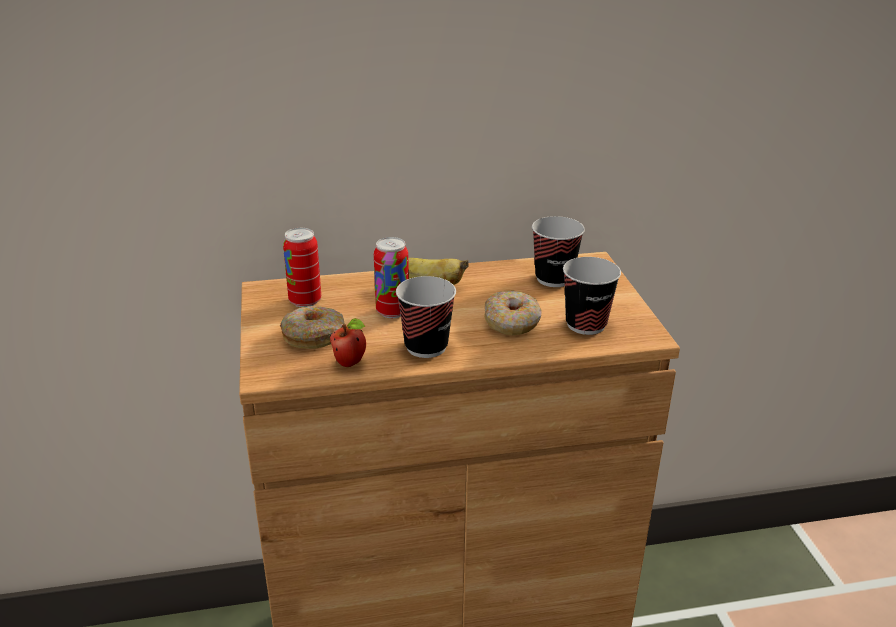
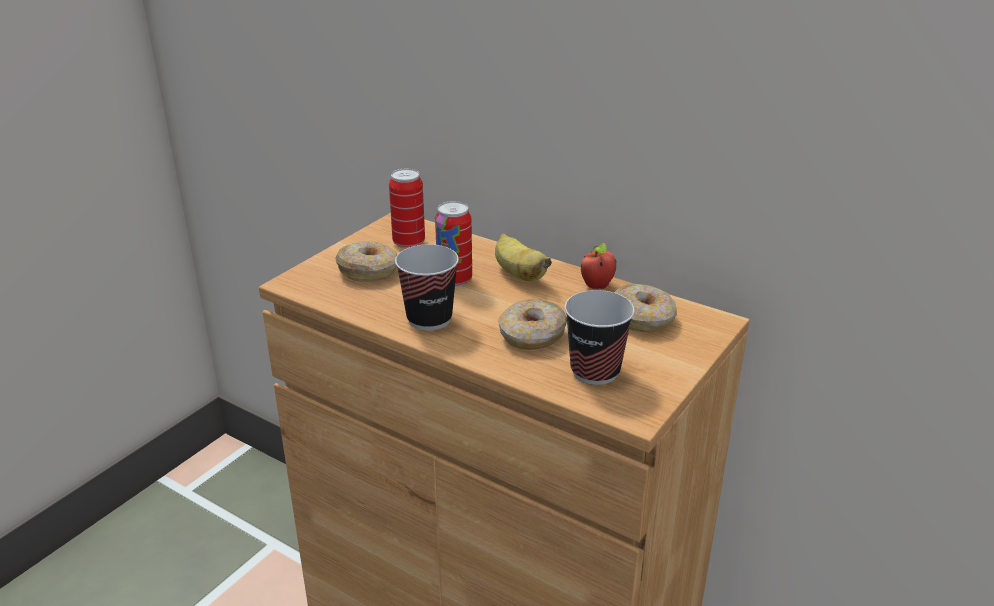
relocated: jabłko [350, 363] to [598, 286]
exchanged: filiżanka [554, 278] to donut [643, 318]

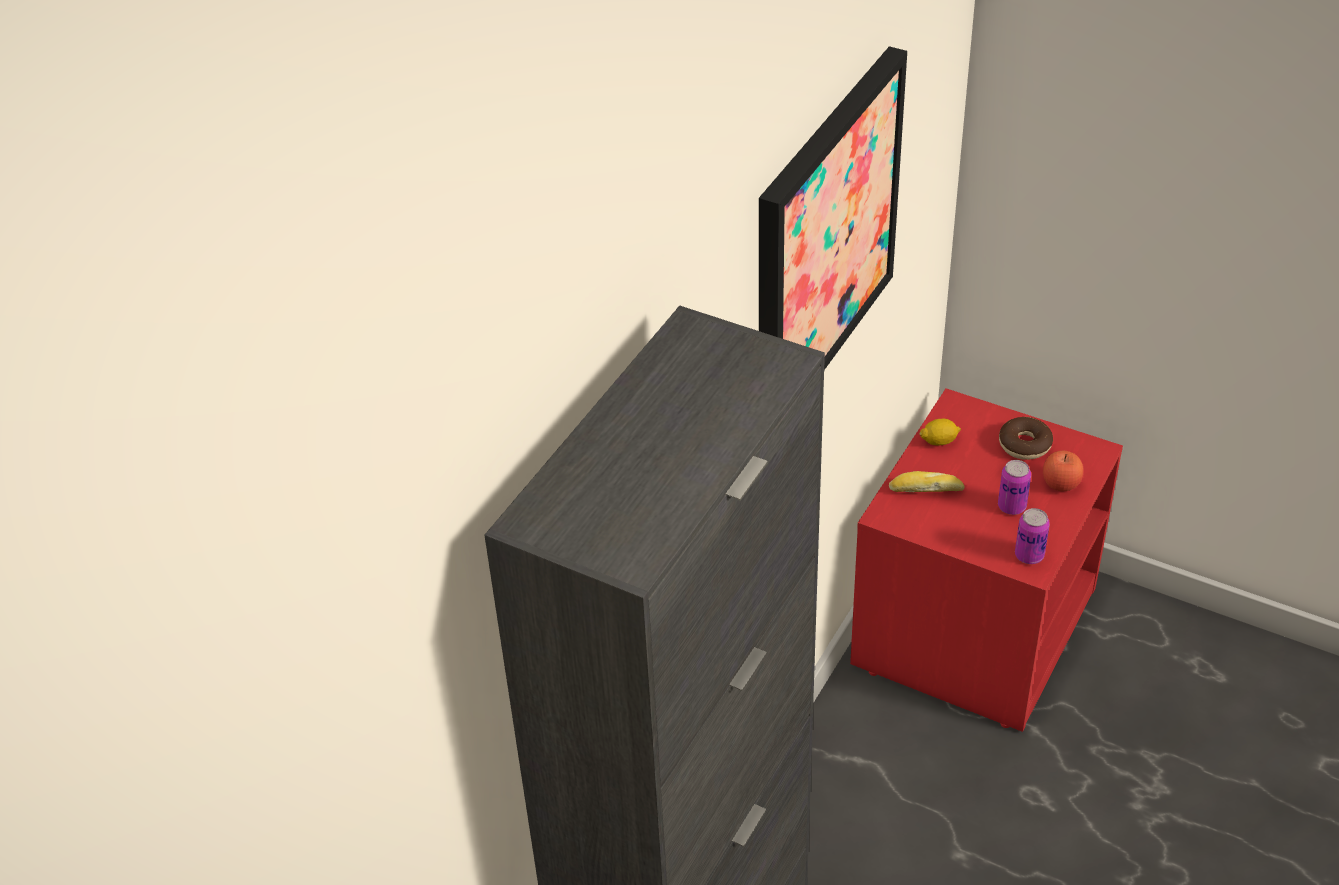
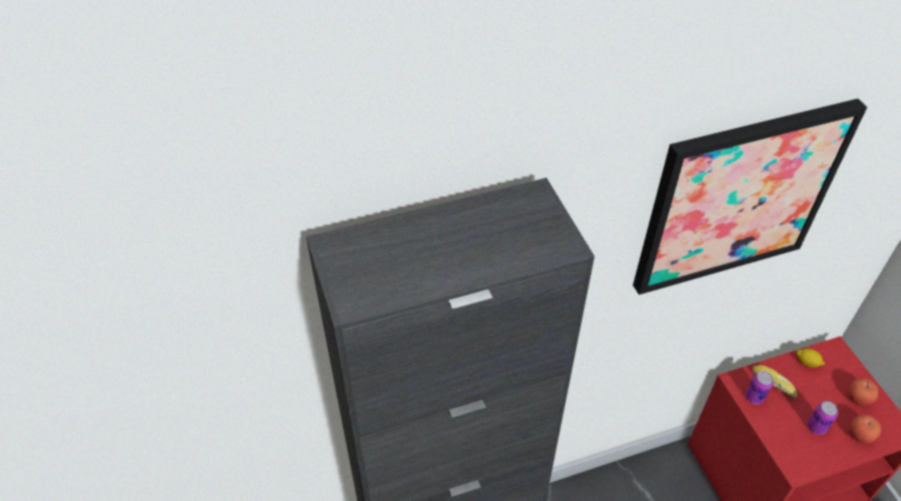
relocated: puszka [1029, 555] to [754, 397]
exchanged: donut [1024, 445] to jabłko [858, 398]

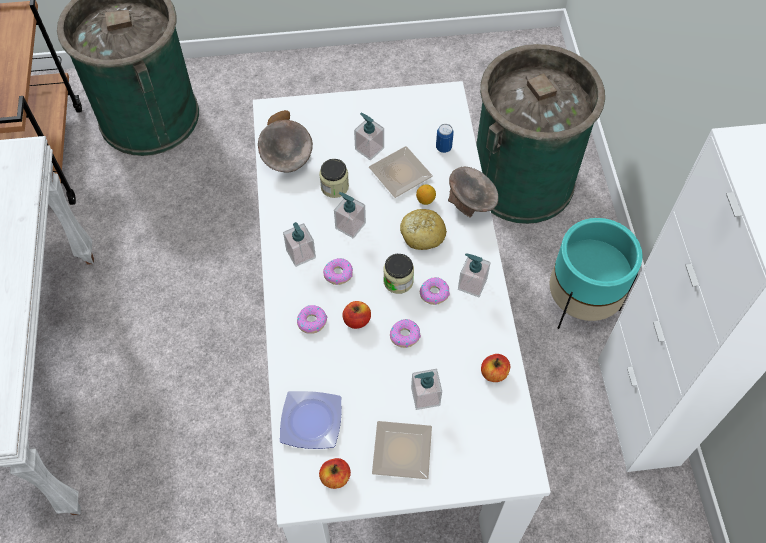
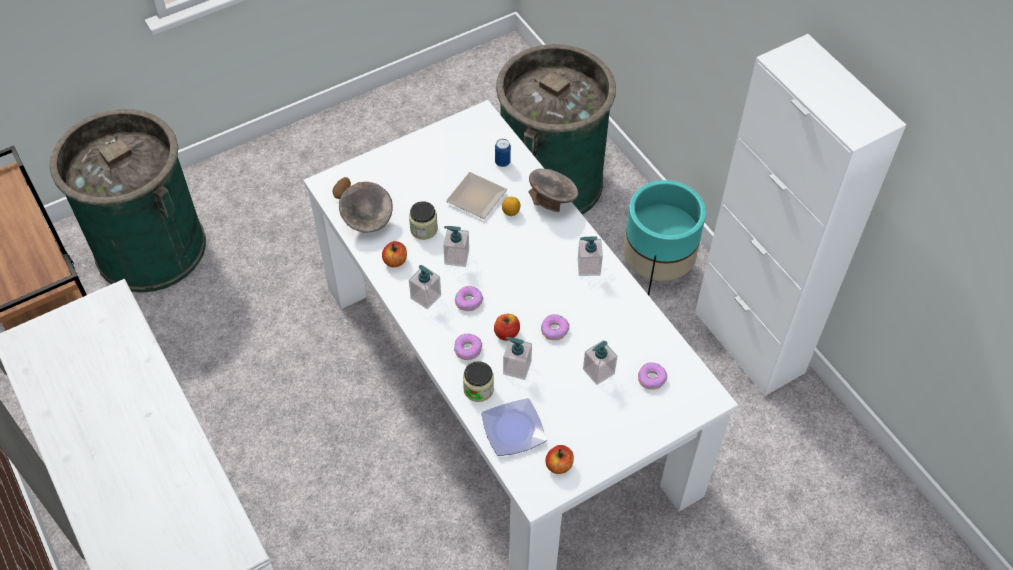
missing: chleb [422, 234]; talerz [404, 453]
relocated: dozownik mydła [369, 148] to [517, 368]; słoik [398, 281] to [478, 389]; donut [434, 293] to [651, 378]; jabłko [494, 373] to [395, 261]

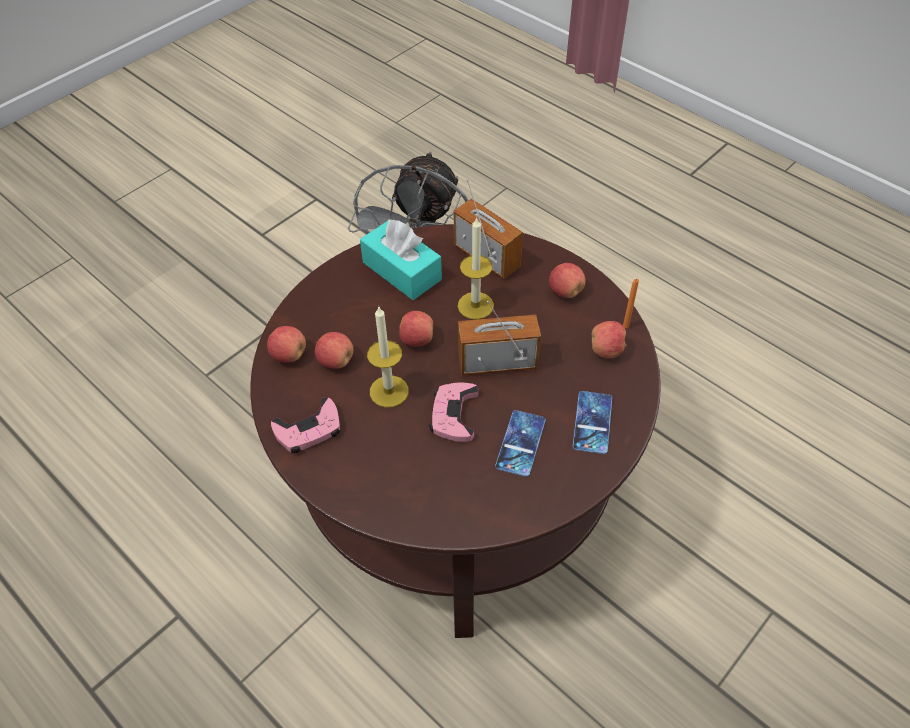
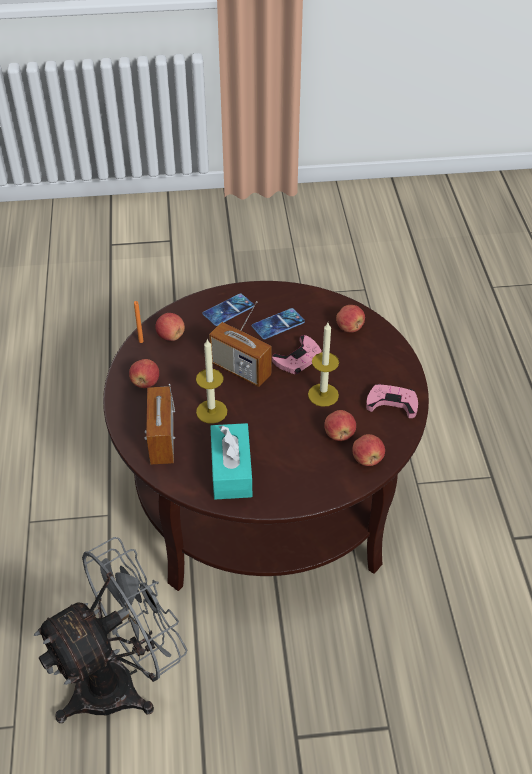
relocated: jabłko [416, 339] to [350, 328]

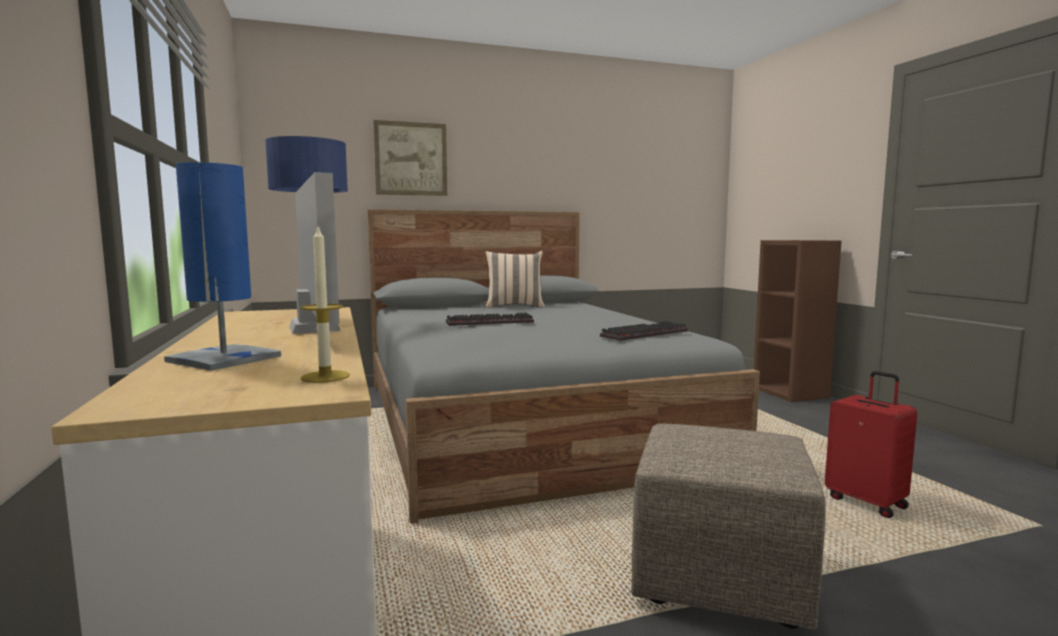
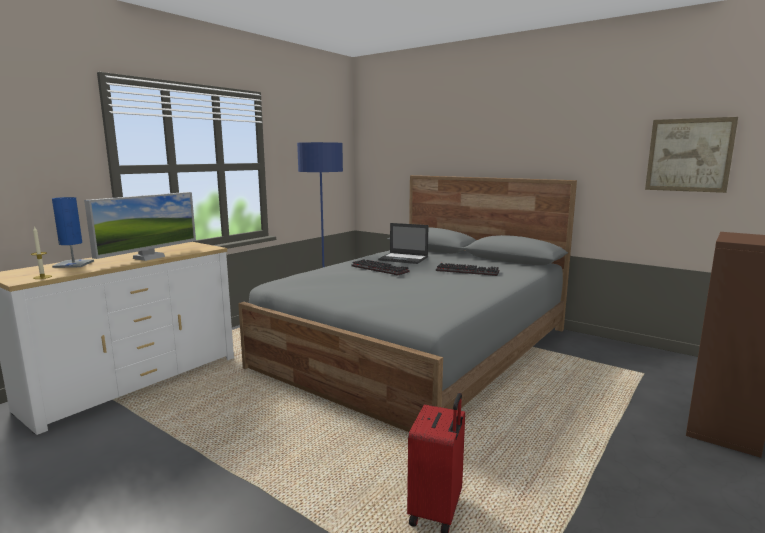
missing: poduszka (beżowy) [514, 306]; pufa (beżowy) [716, 577]
appeared: laptop [404, 259]
relocated: obraz [411, 159] to [689, 155]; klawiatura [644, 333] to [468, 271]

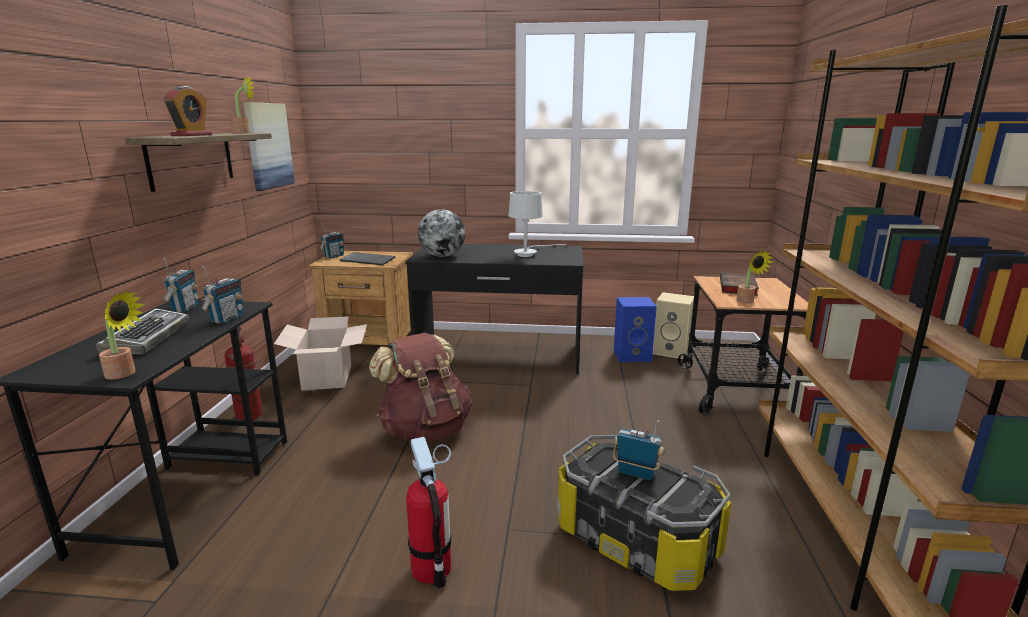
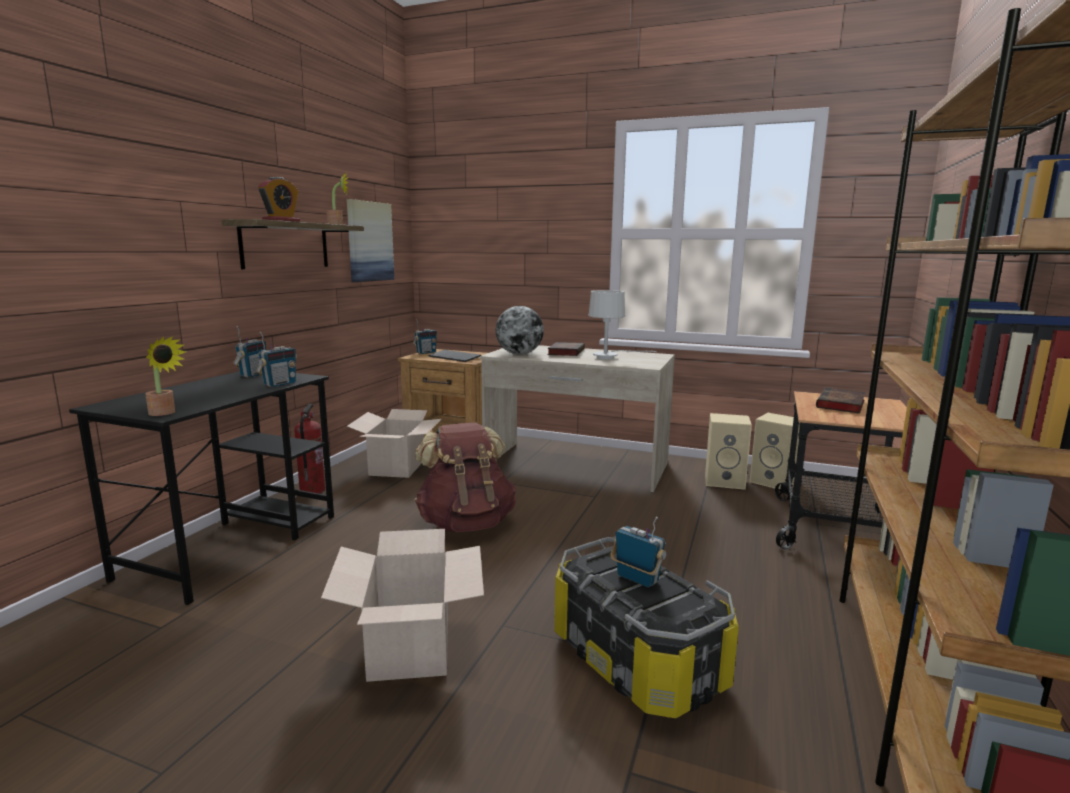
missing: roślina doniczkowa [747, 302]; klawiatura [148, 338]
appeared: książka [566, 352]
exchanged: gaśnica [432, 568] to karton [409, 646]
colour: biurko (czarny) [499, 355] to biurko (beżowy) [575, 465]; głośnik (niebieski) [633, 355] to głośnik (beżowy) [725, 481]

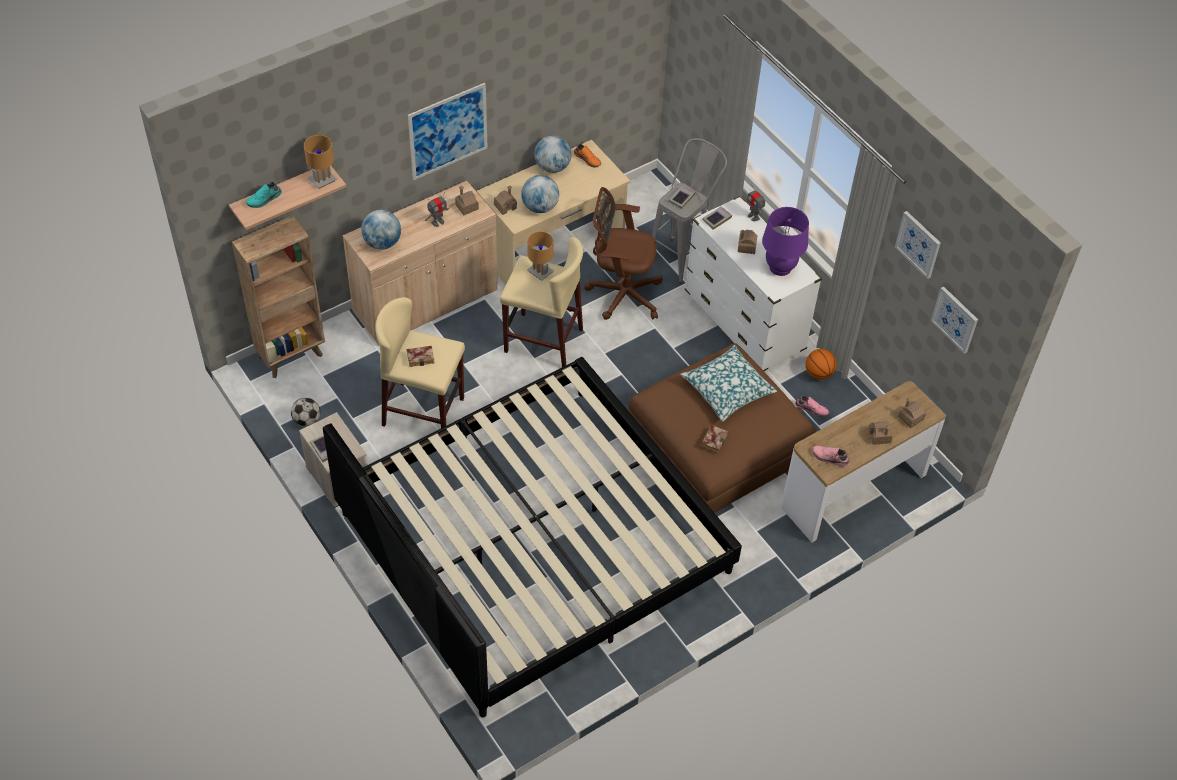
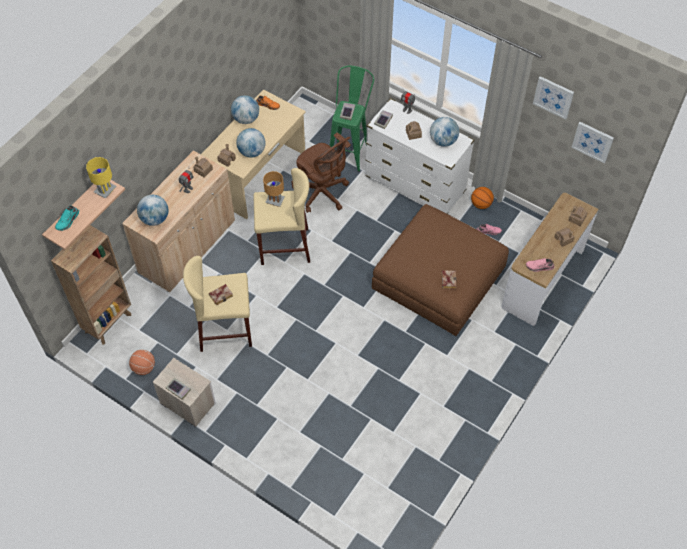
missing: obraz [448, 131]; poduszka [727, 389]; łóżko [534, 542]
exchanged: lampa stołowa (fioletowy) [780, 267] to globus [443, 141]; piłka futbolowa [307, 420] to piłka do koszykówki [143, 368]
colour: lampa stołowa (brązowy) [323, 180] to lampa stołowa (żółty) [105, 190]; stołek (szary) [682, 255] to stołek (zielony) [350, 151]
spun: krzesło biurowe (brązowy) [621, 294] = [322, 193] 120 degrees counterclockwise

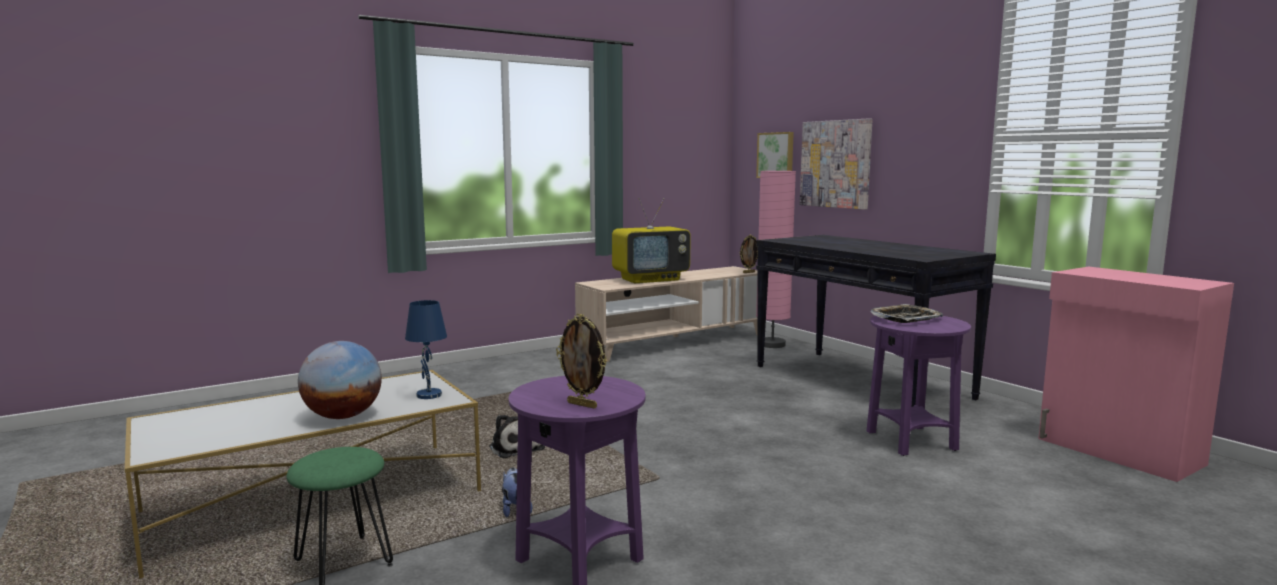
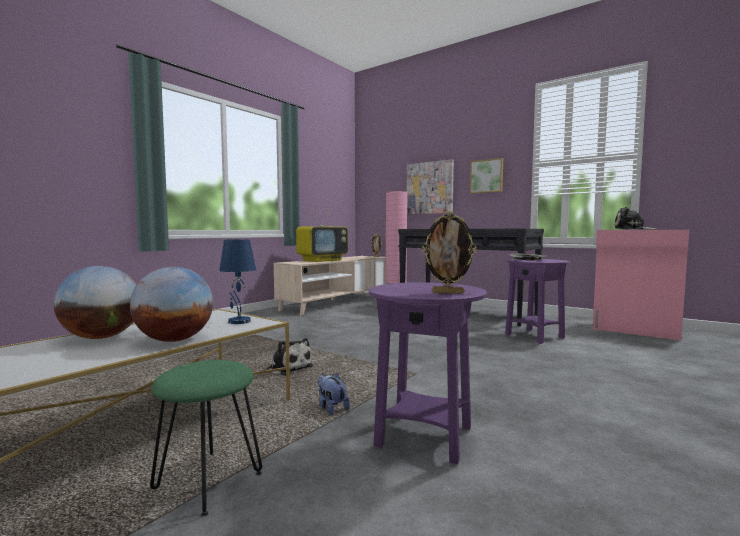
appeared: pluszak [631, 229]; globus [101, 337]
relocated: obraz [776, 155] to [487, 176]

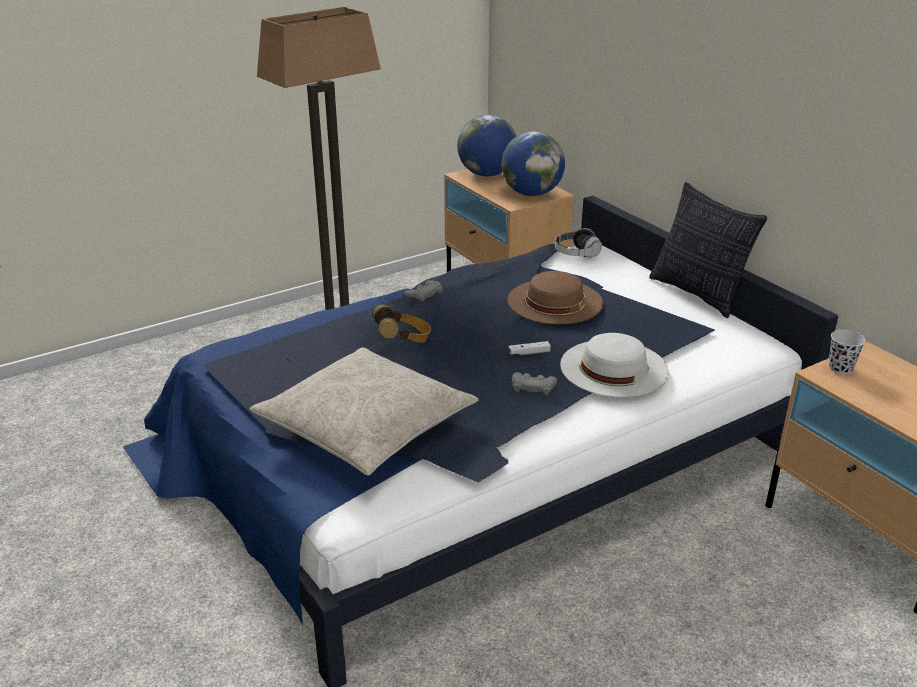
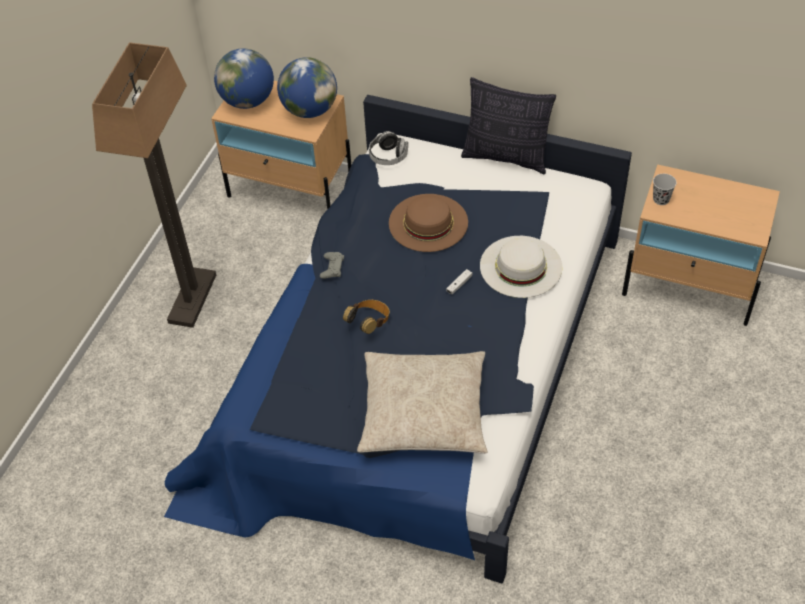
missing: pad do gier (szary) [533, 386]

